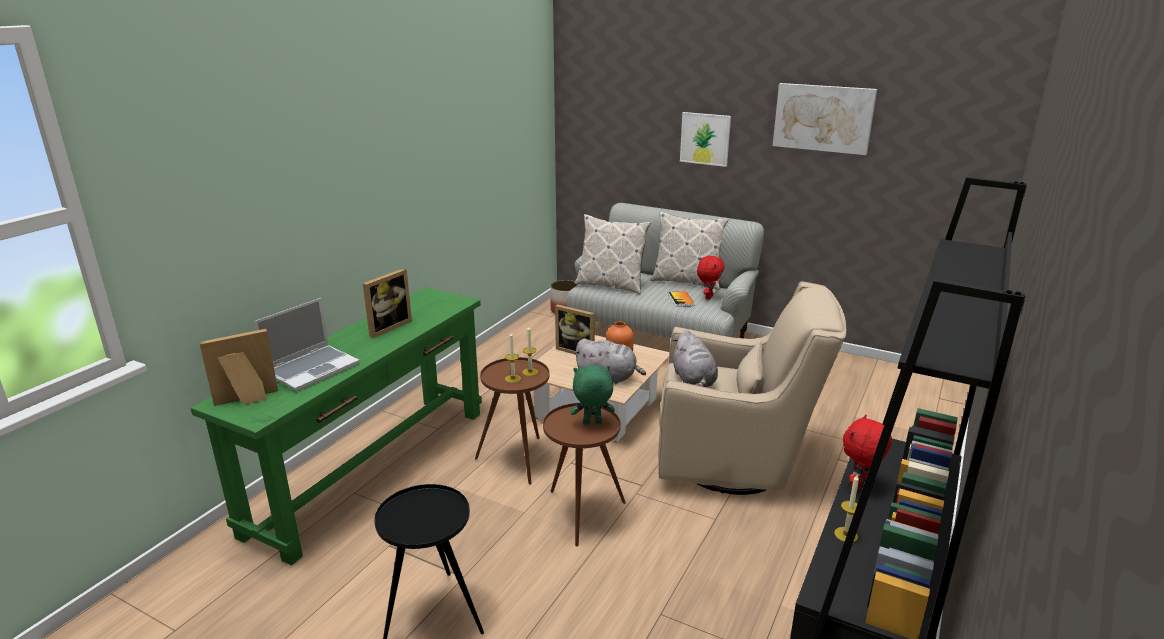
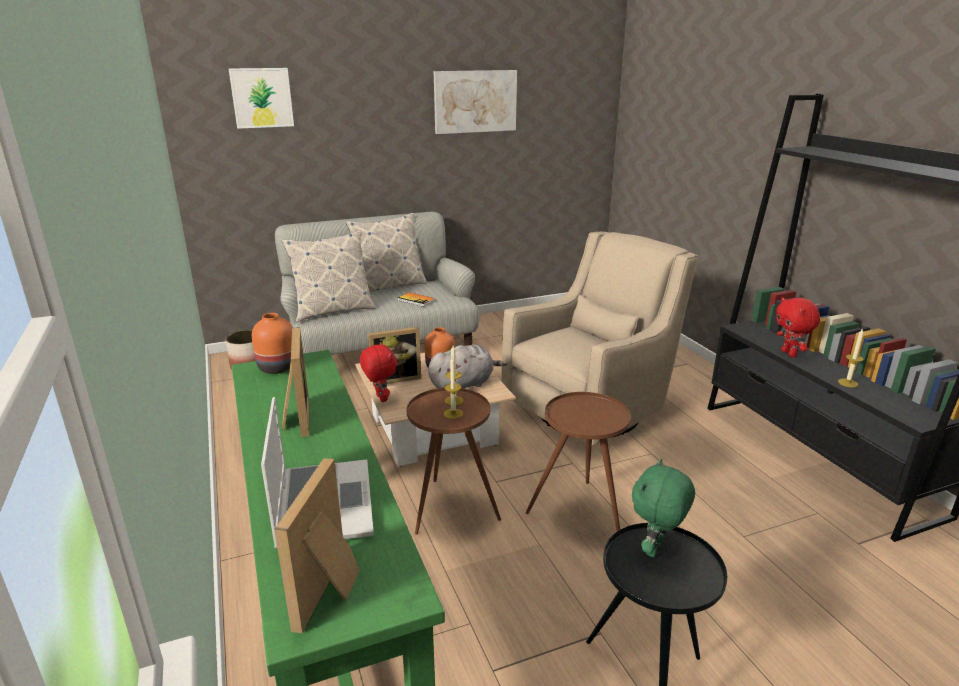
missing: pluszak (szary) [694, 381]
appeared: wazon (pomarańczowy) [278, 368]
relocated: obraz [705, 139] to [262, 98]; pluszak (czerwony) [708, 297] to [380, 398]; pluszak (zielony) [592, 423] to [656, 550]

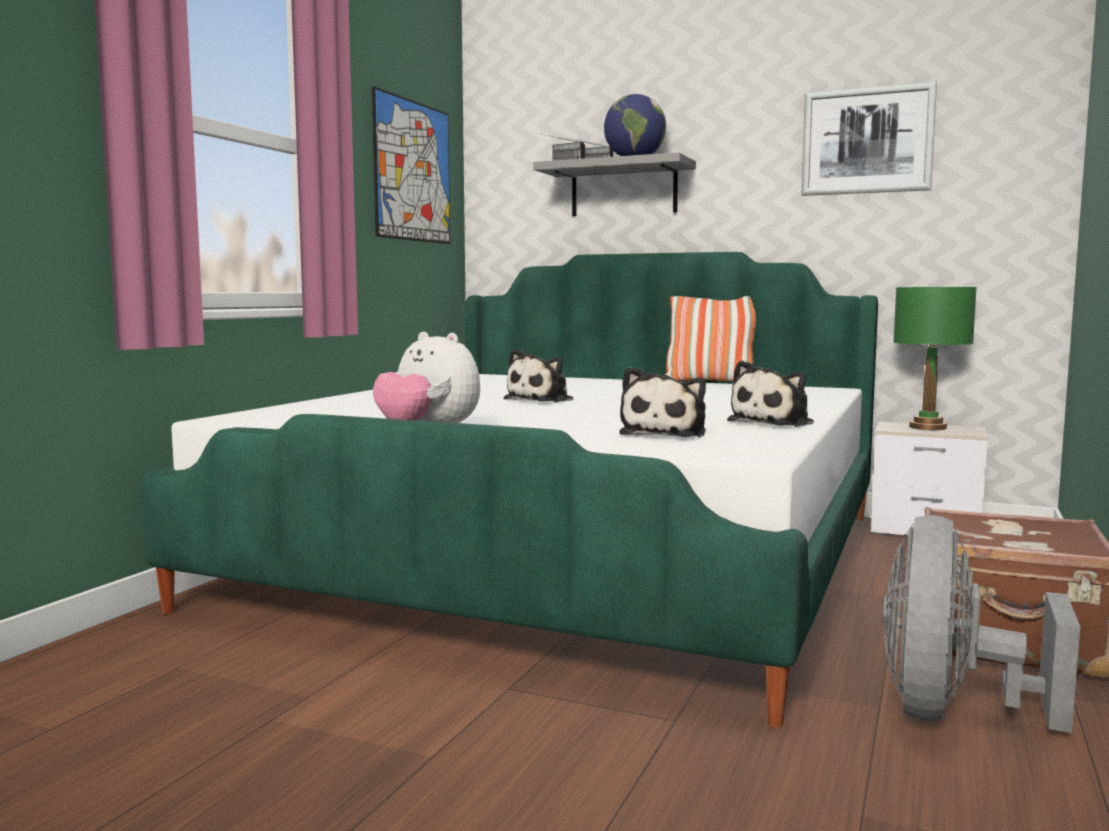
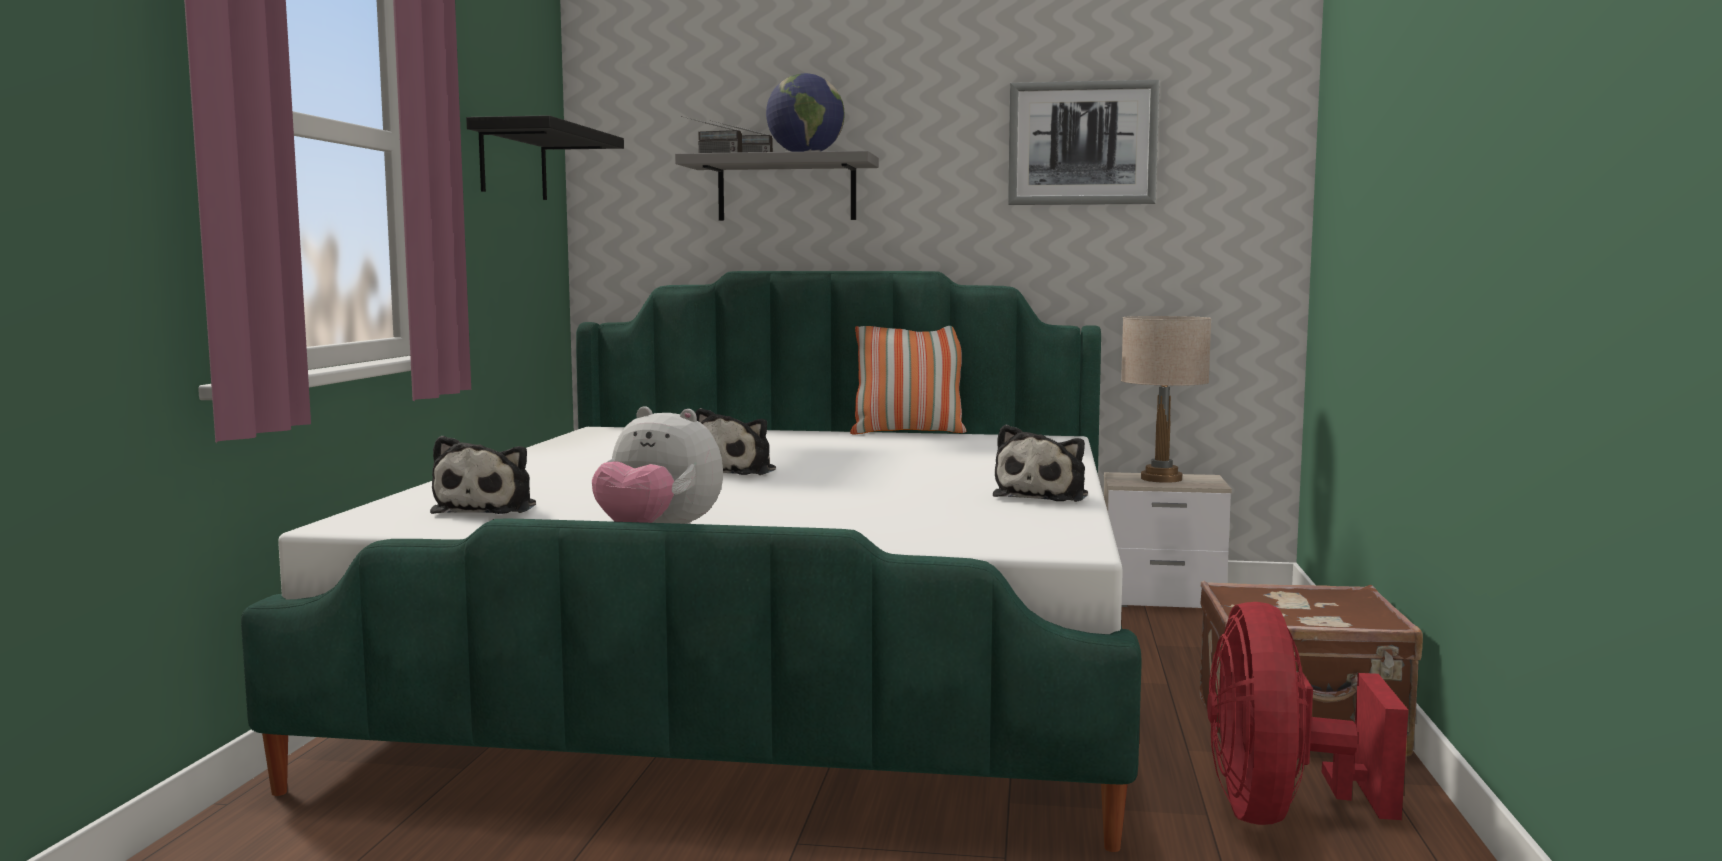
relocated: pluszak [665, 433] to [489, 509]
exchanged: obraz [412, 171] to półka (czarny) [513, 162]
colour: lampa stołowa (zielony) [927, 427] to lampa stołowa (beżowy) [1161, 479]; wentylator (szary) [951, 713] to wentylator (czerwony) [1279, 812]

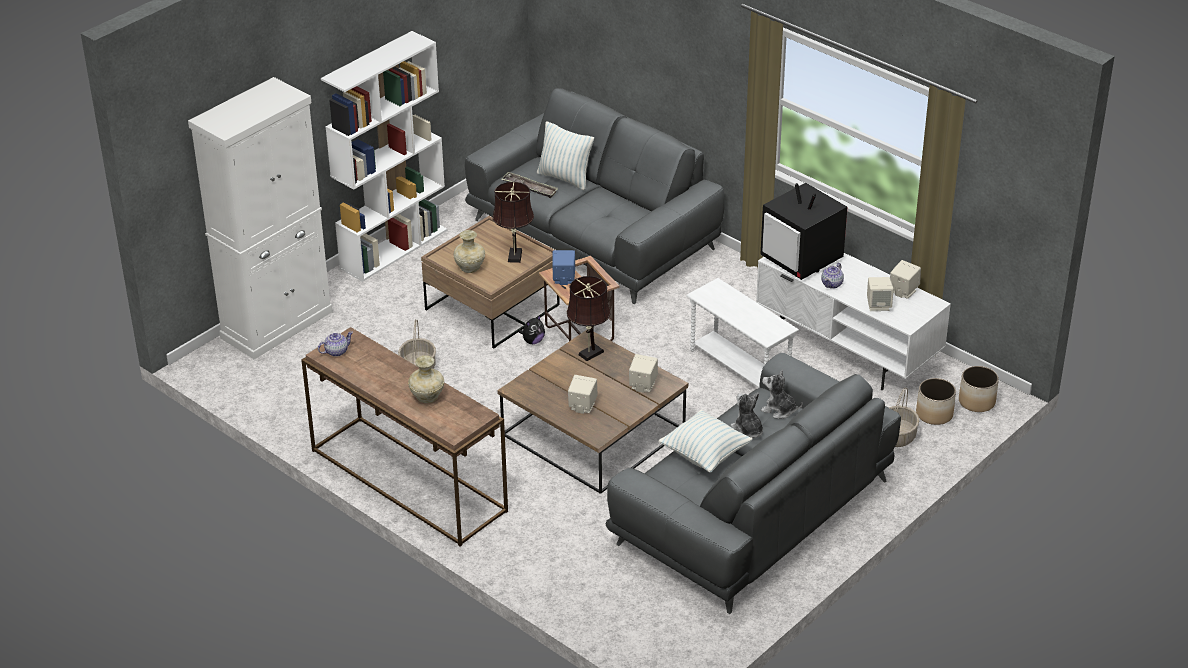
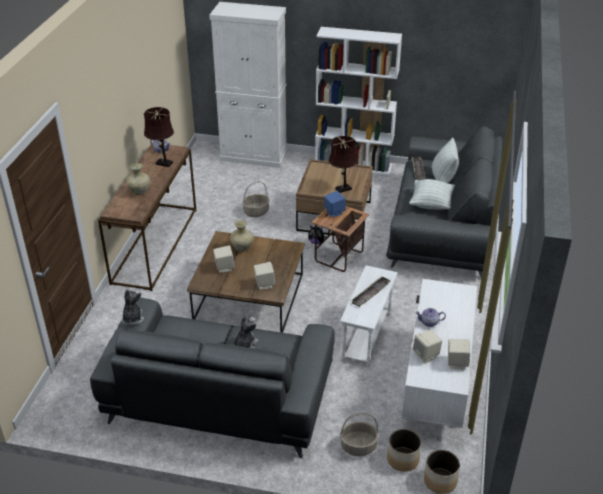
missing: telewizor [802, 260]
appeared: taca [370, 293]
relocated: wazon (beżowy) [469, 268] to [242, 248]; lampa stołowa (brązowy) [589, 354] to [162, 163]; pluszak [779, 410] to [132, 318]; poduszka [705, 455] to [431, 204]

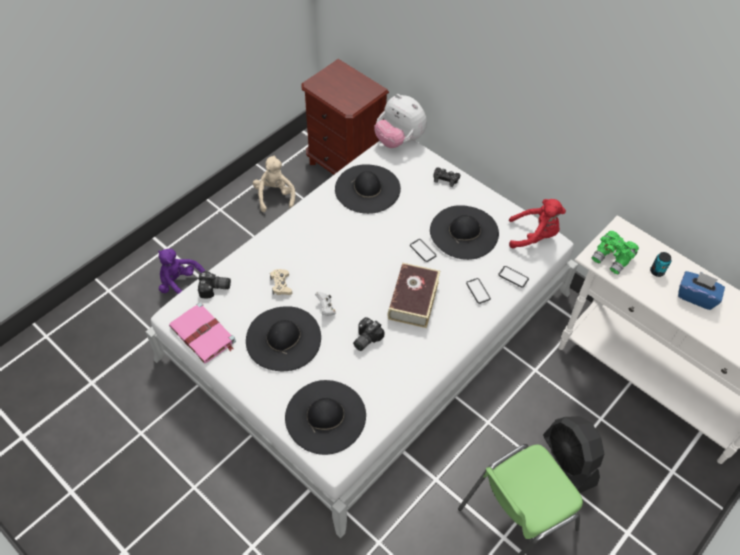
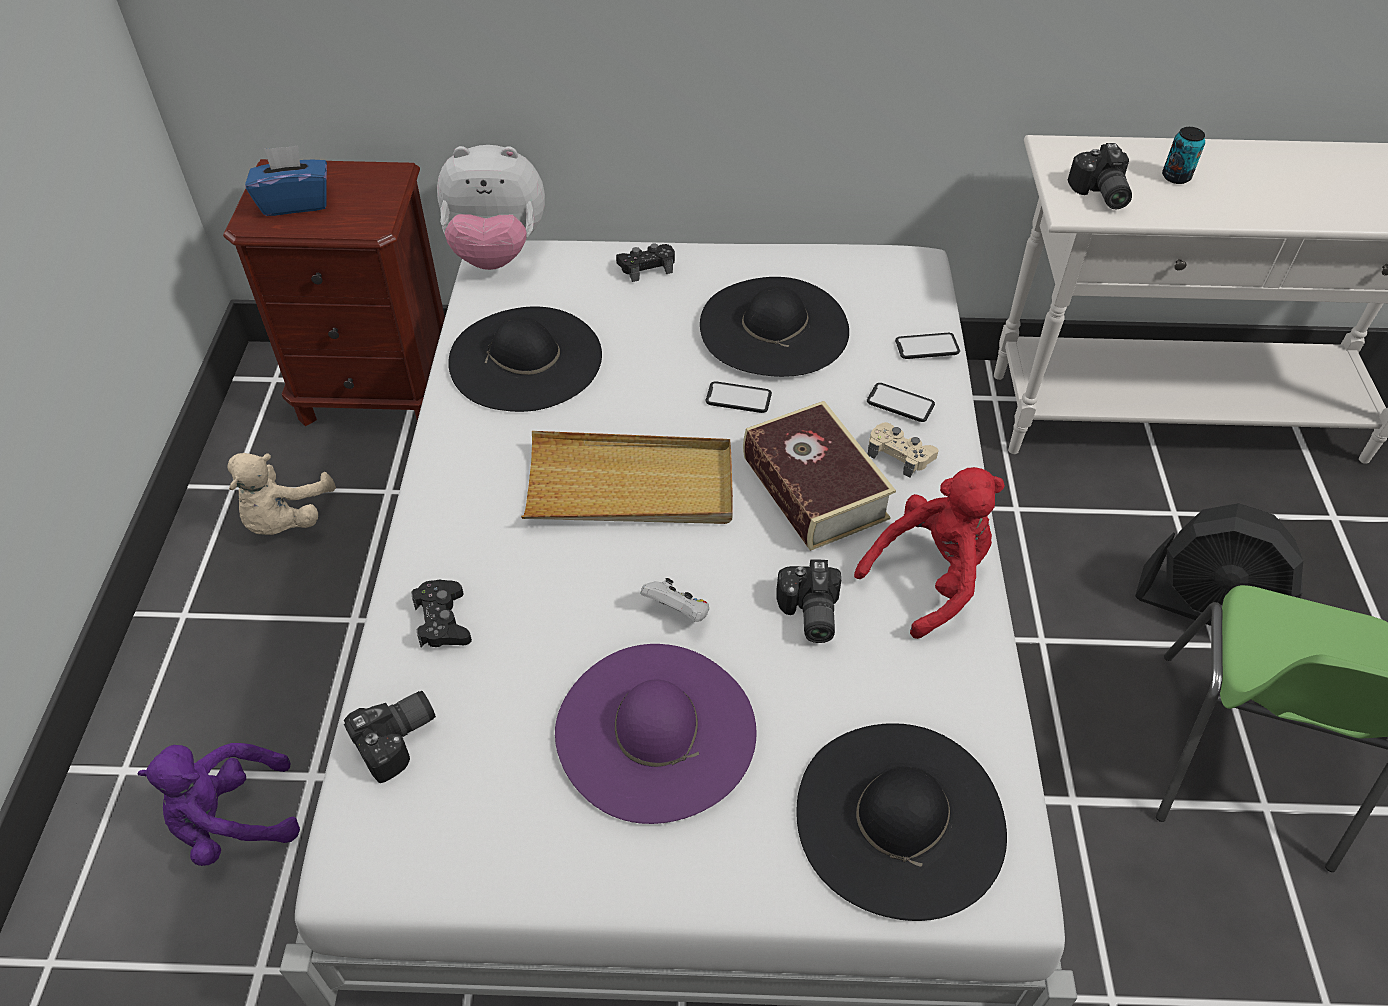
missing: książka (różowy) [203, 335]
appeared: taca (beżowy) [630, 486]; pad do gier (czarny) [442, 621]
relocated: pluszak (czerwony) [534, 236] to [931, 577]; pad do gier (beżowy) [281, 285] to [900, 454]; pudełko chusteczek (niebieski) [696, 296] to [295, 202]
exchanged: lornetka (zielony) [612, 258] to aparat fotograficzny [1099, 194]
colour: kapelusz (czarny) [283, 338] to kapelusz (fioletowy) [655, 730]
spun: pluszak (beżowy) [275, 196] = [285, 519] 120 degrees counterclockwise

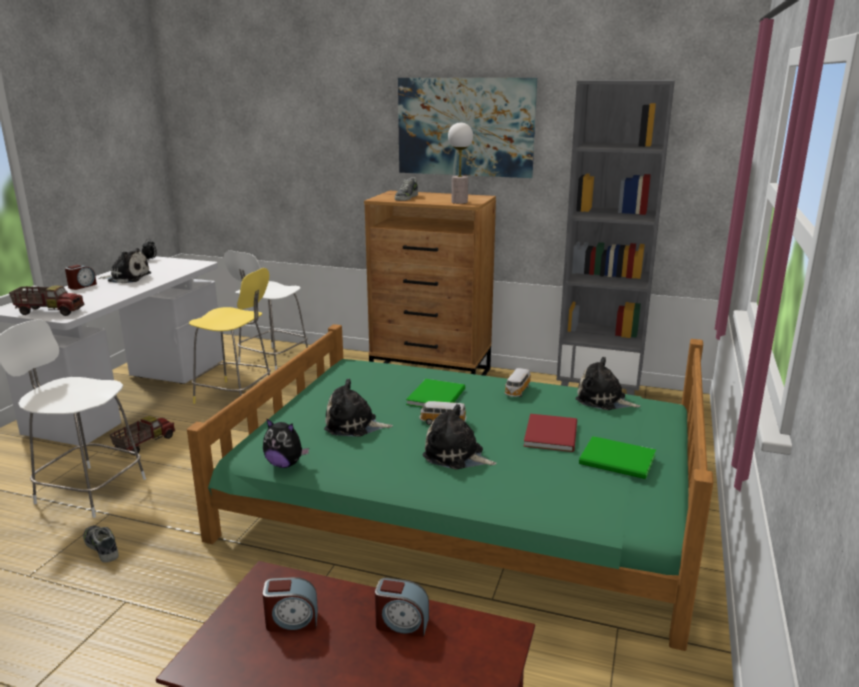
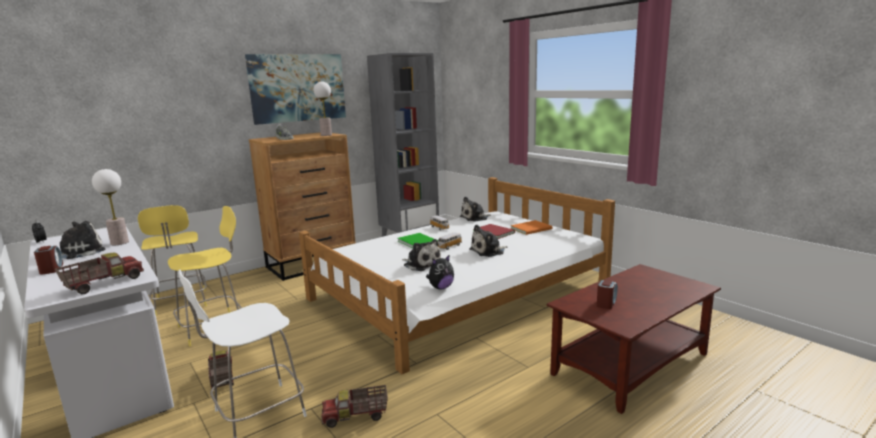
missing: budzik [401, 624]
appeared: lampa stołowa [120, 242]
exchanged: but [102, 547] to ciężarówka zabawkowa [356, 417]
colour: stołek (biały) [272, 360] to stołek (żółty) [181, 303]; łóżko (zielony) [463, 499] to łóżko (biały) [459, 292]; książka (zielony) [619, 461] to książka (pomarańczowy) [532, 229]
spun: pluszak [354, 425] = [421, 264] 90 degrees counterclockwise

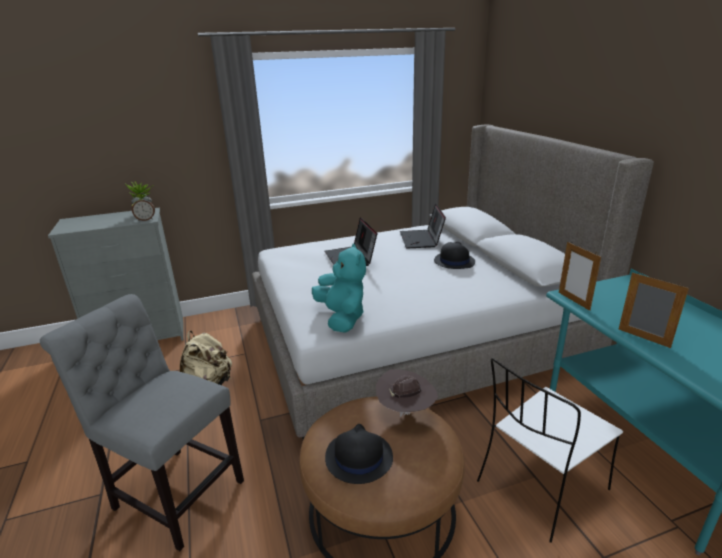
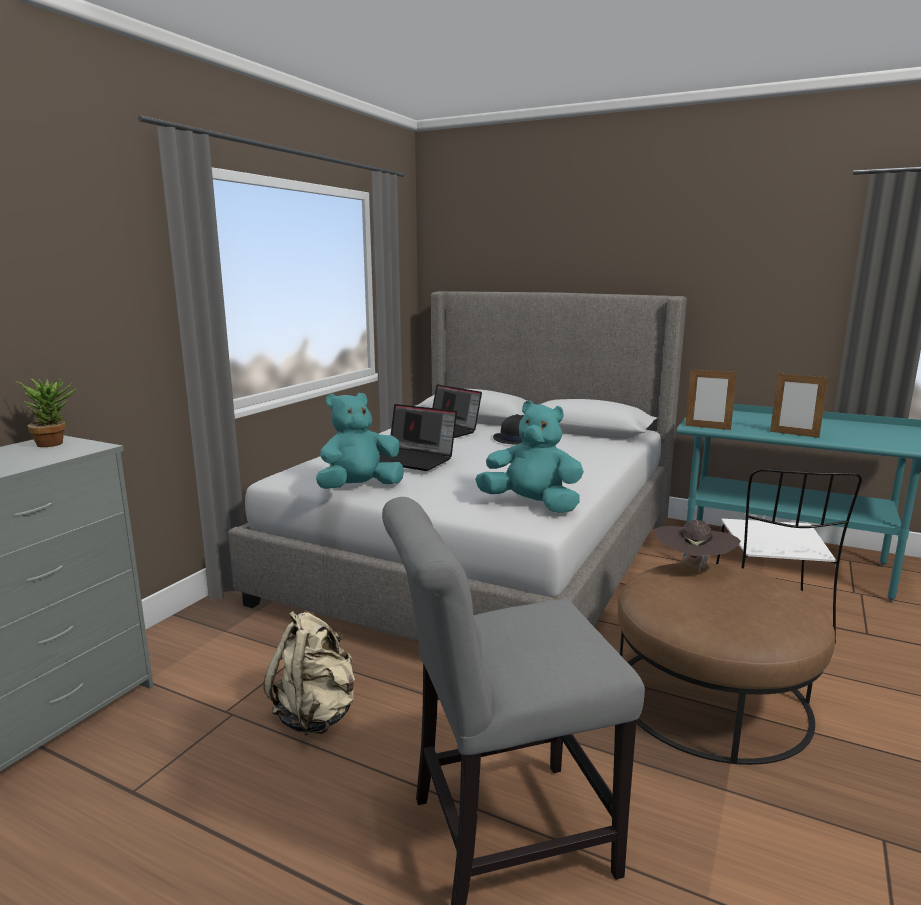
missing: budzik [146, 219]; kapelusz (czarny) [358, 457]
appeared: pluszak (turkusowy) [359, 488]
spun: ramka na zdjęcie [643, 338] = [794, 434] 150 degrees counterclockwise

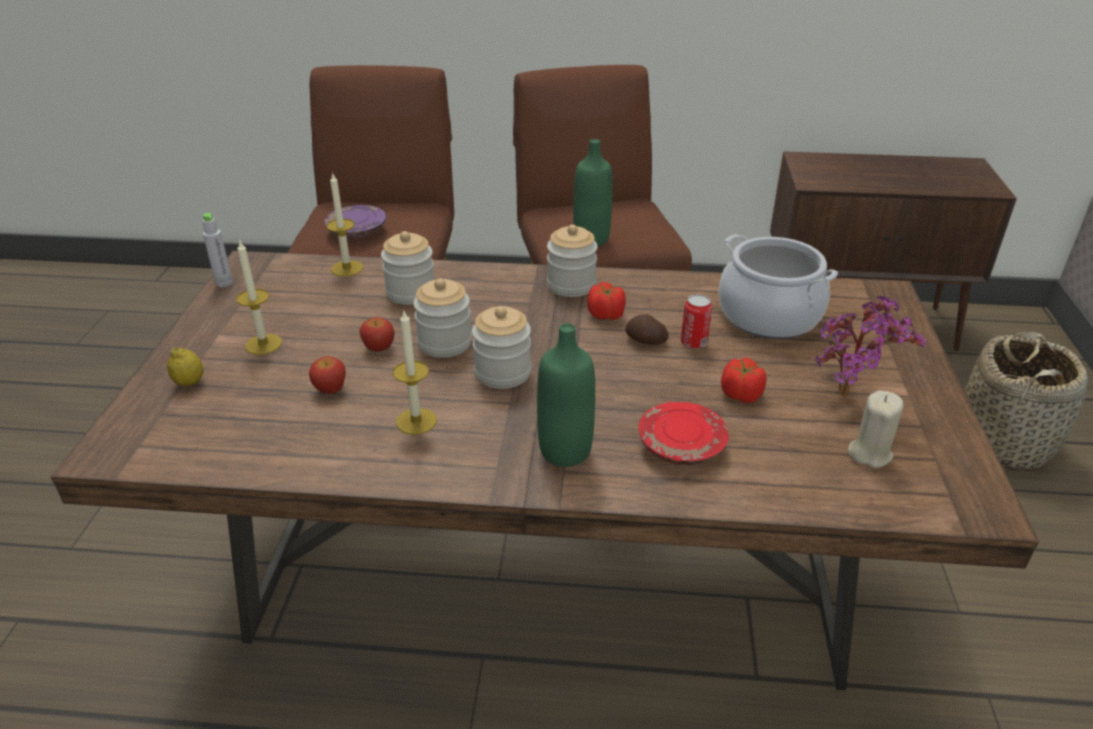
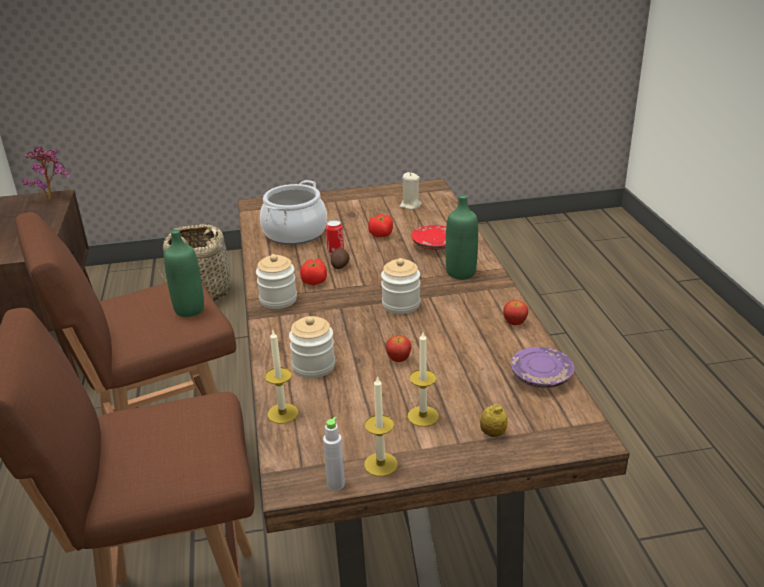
missing: słoik [445, 343]
relocated: talerz (fioletowy) [357, 231] to [541, 376]; roślina doniczkowa [850, 398] to [52, 197]; świeca [416, 421] to [380, 464]; jabłko [330, 389] to [514, 322]

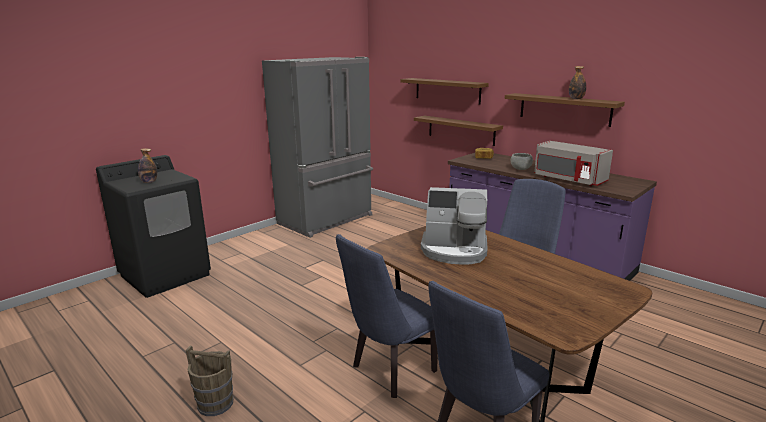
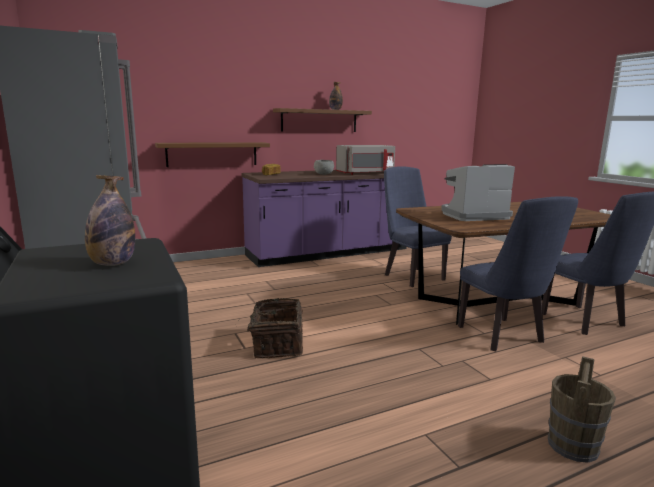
missing: półka (brązowy) [447, 90]
appeared: koszyk [276, 344]
spun: ekspres do kawy [454, 250] = [472, 215] 135 degrees counterclockwise

